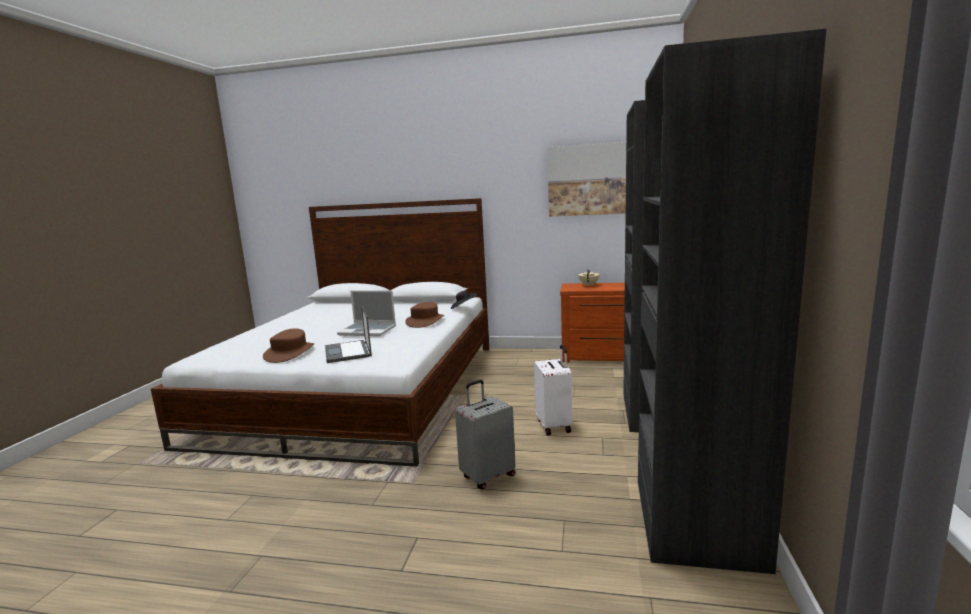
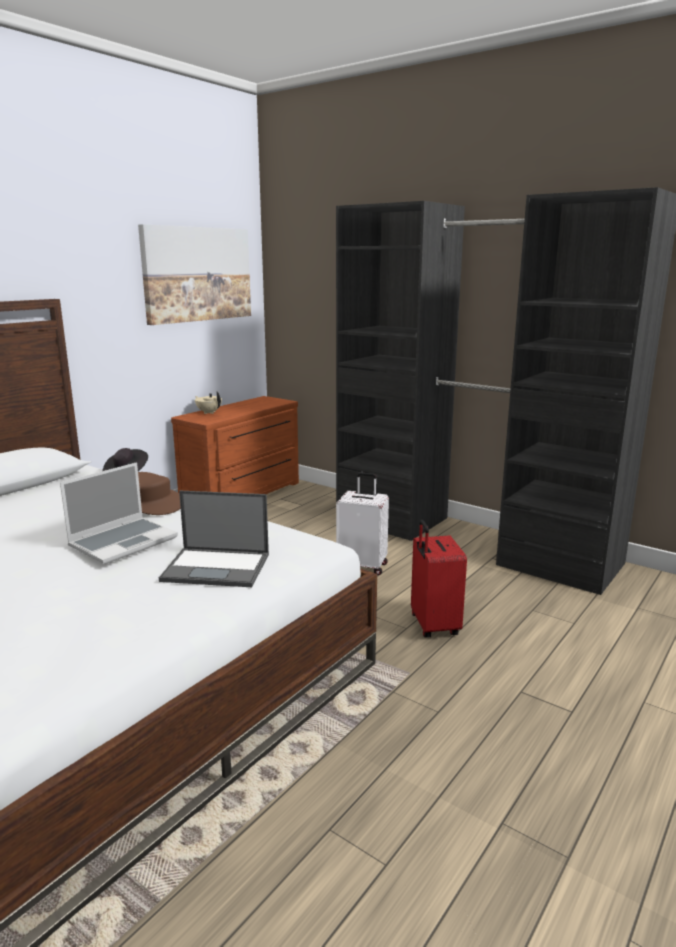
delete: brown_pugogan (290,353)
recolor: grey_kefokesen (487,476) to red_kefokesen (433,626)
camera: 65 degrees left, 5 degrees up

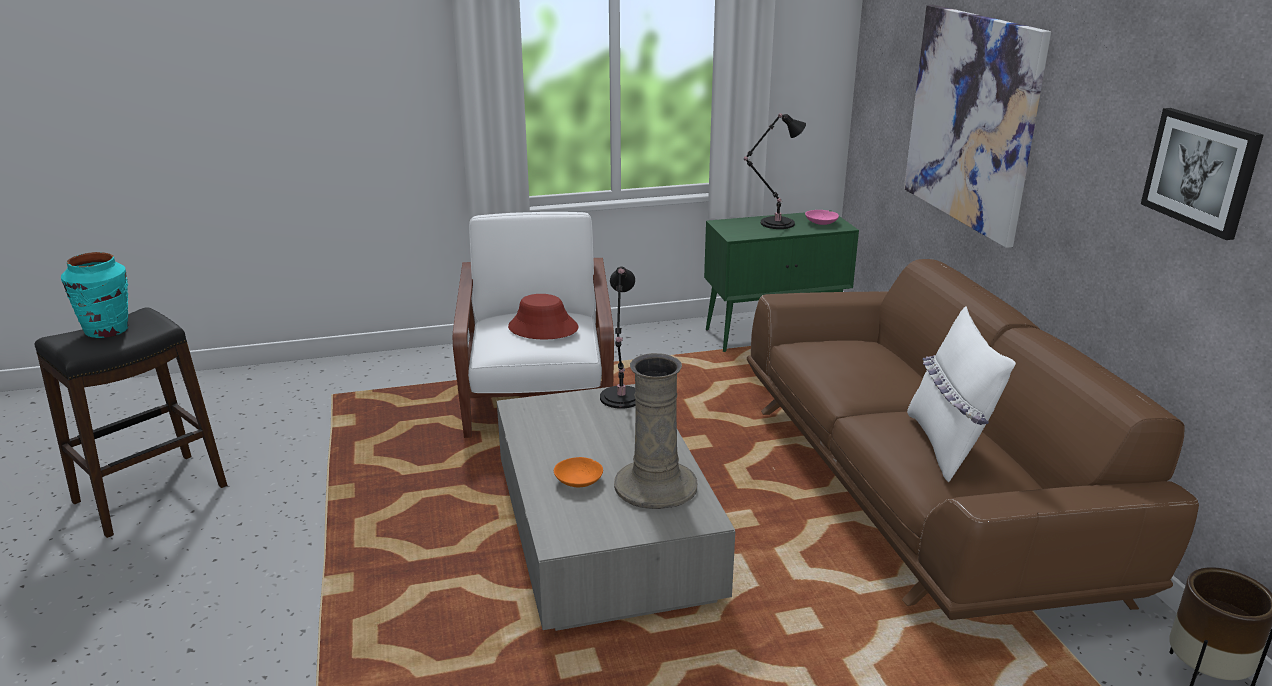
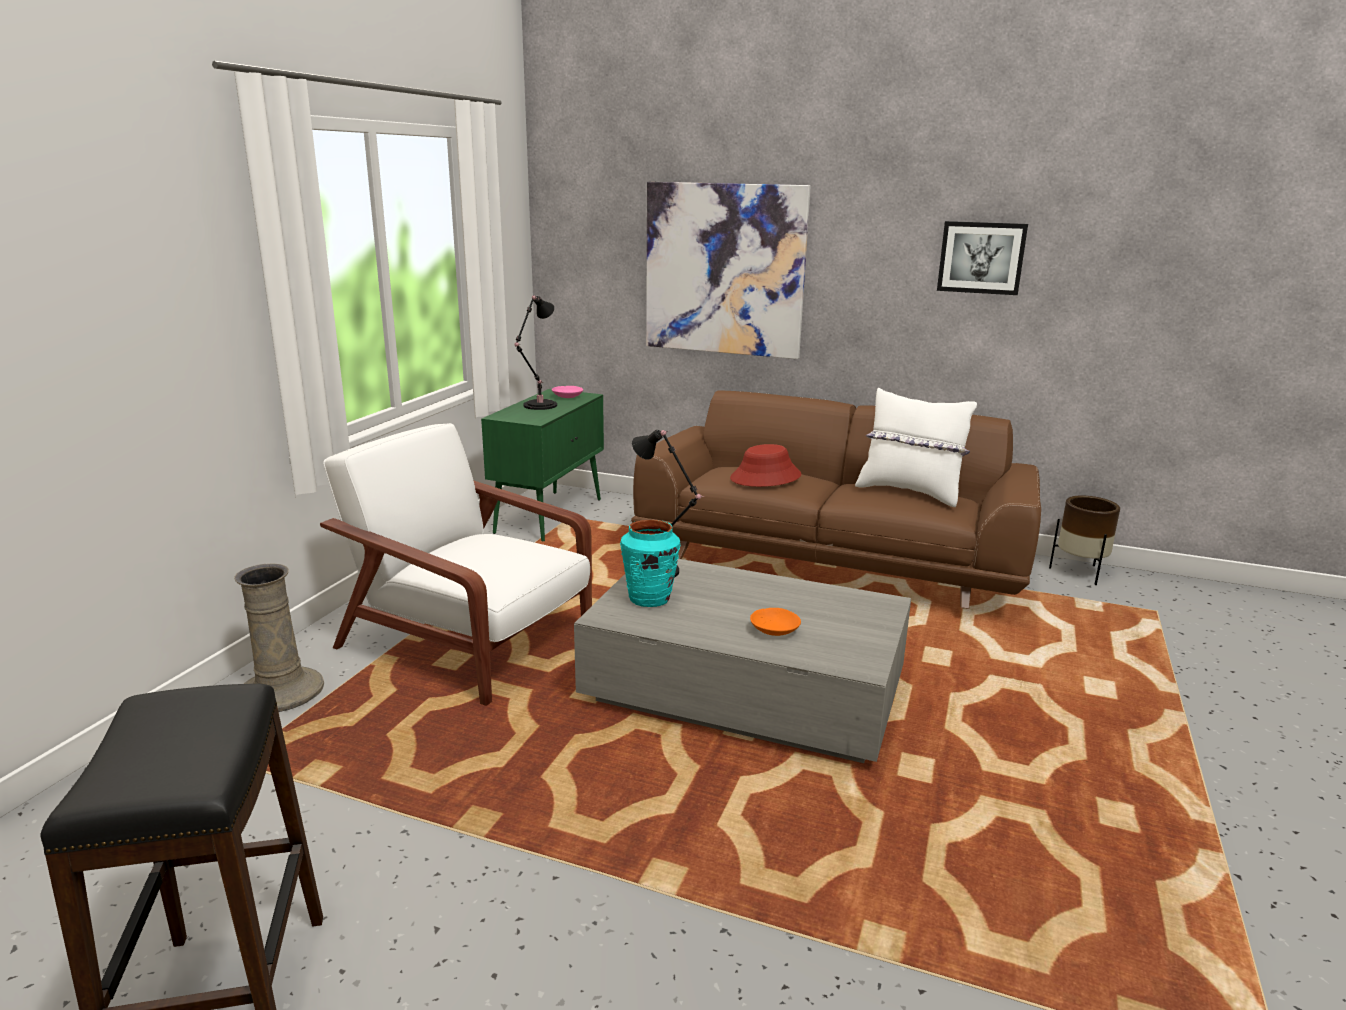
move: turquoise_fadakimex (108,330) to (649,599); red_pugogan (543,328) to (765,477); beige_fadakimex (656,485) to (281,691)
camera: 55 degrees left, 5 degrees down

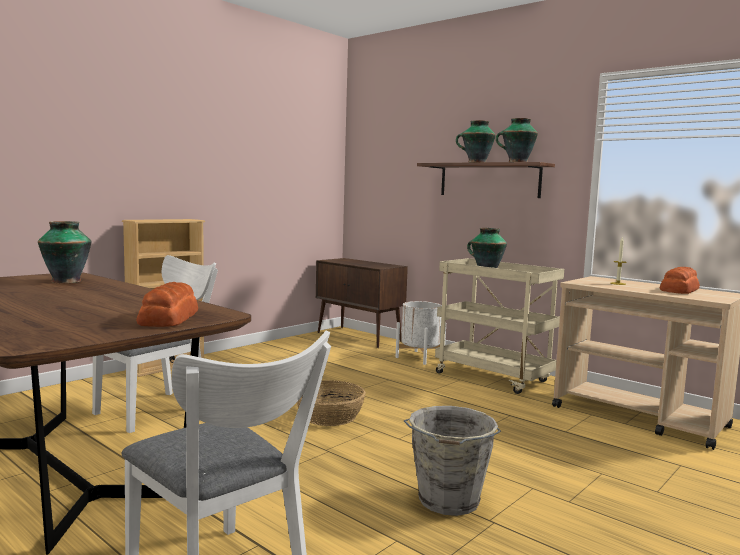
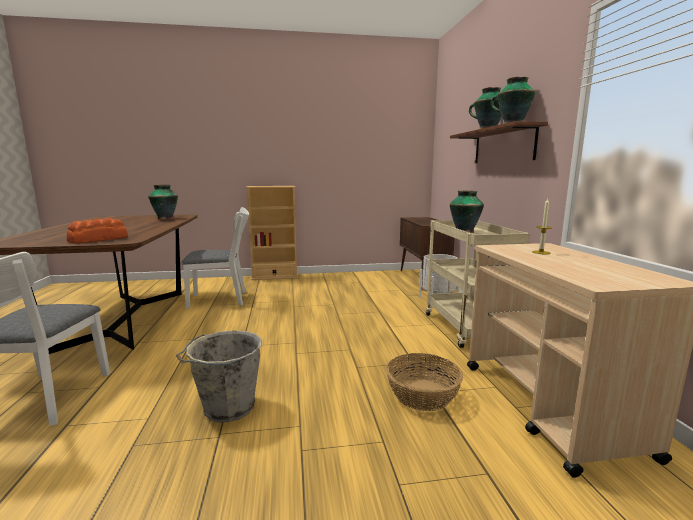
delete: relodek (679,290)
move: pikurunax (329,416) to (422,394)
camera: 40 degrees right, 5 degrees up

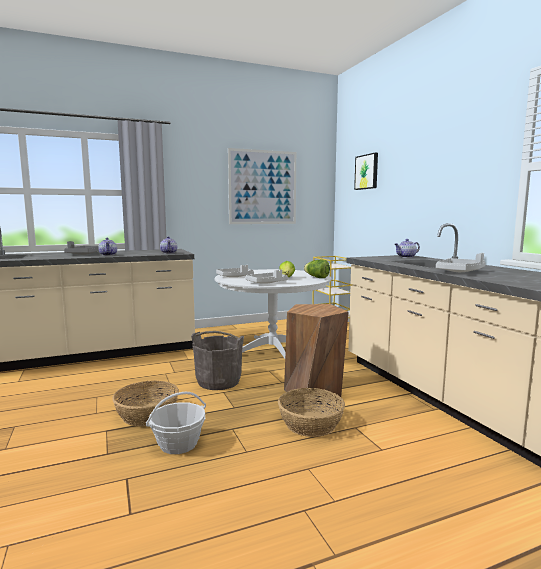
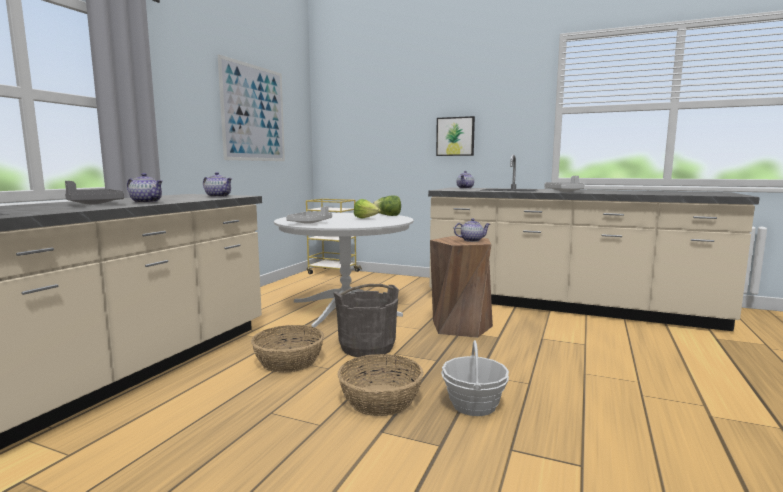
delete: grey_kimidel (266,283)
insert: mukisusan (472,240)
move: pikurunax (310,423) to (288,361); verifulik (367,172) to (455,136)
camera: 45 degrees left, 0 degrees up

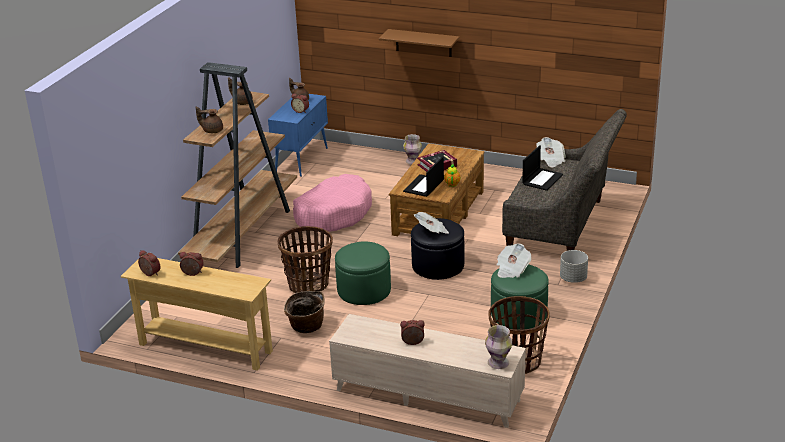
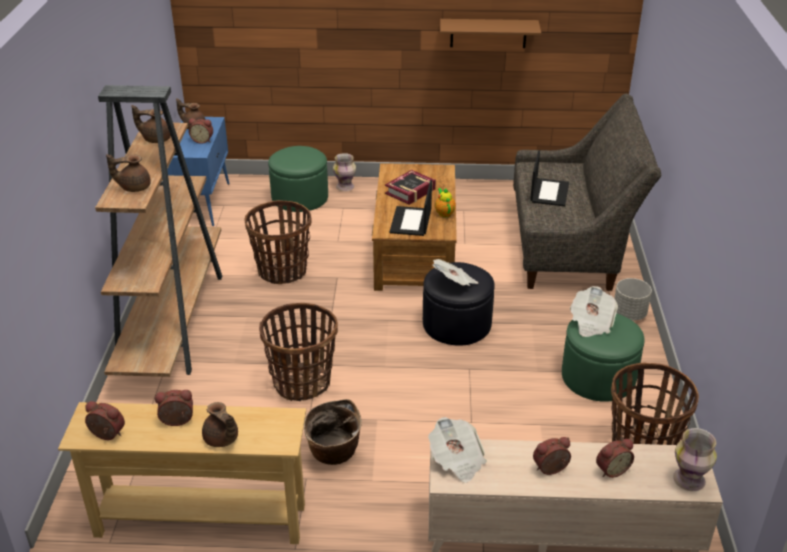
insert: brown_mukisusan (221,439); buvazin (611,469)
move: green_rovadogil (364,290) to (300,197); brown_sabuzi (423,43) to (488,33); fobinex (550,160) to (457,461)
replace: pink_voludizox (333,213) to pikurunax (282,271)
camera: 20 degrees left, 5 degrees up

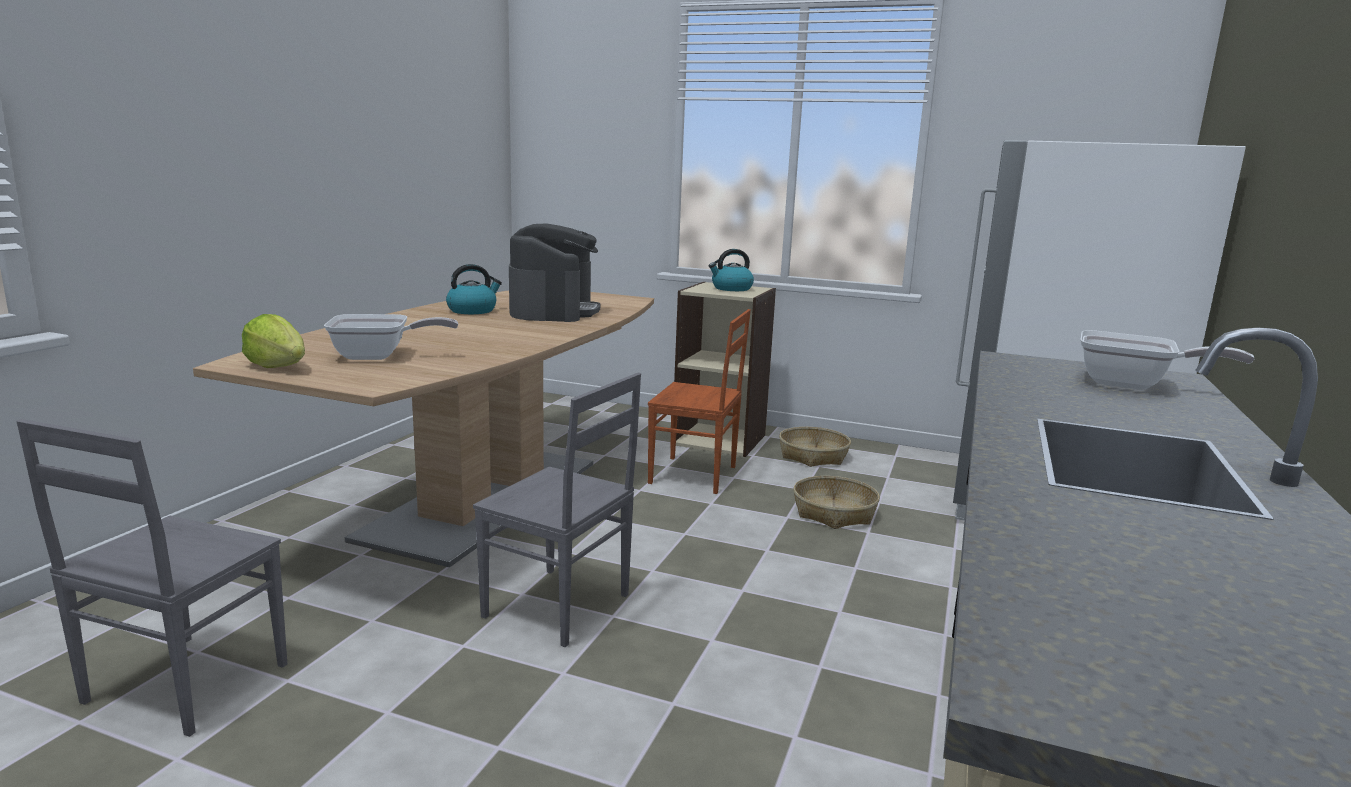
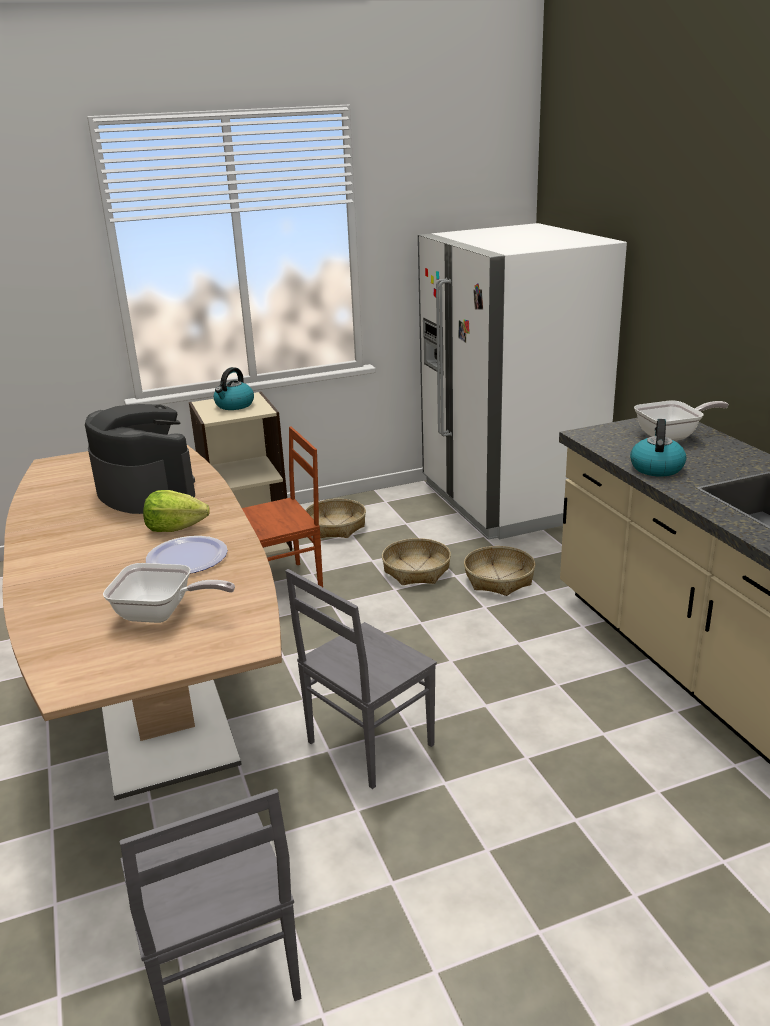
insert: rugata (187,557); pikurunax (499,579)
move: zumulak (278,367) to (175,528); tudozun (472,311) to (656,468)
rotate: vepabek (379,356) = (162,614) 60 degrees clockwise; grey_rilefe (557,607) = (367,744) 150 degrees clockwise
camera: 40 degrees left, 10 degrees up

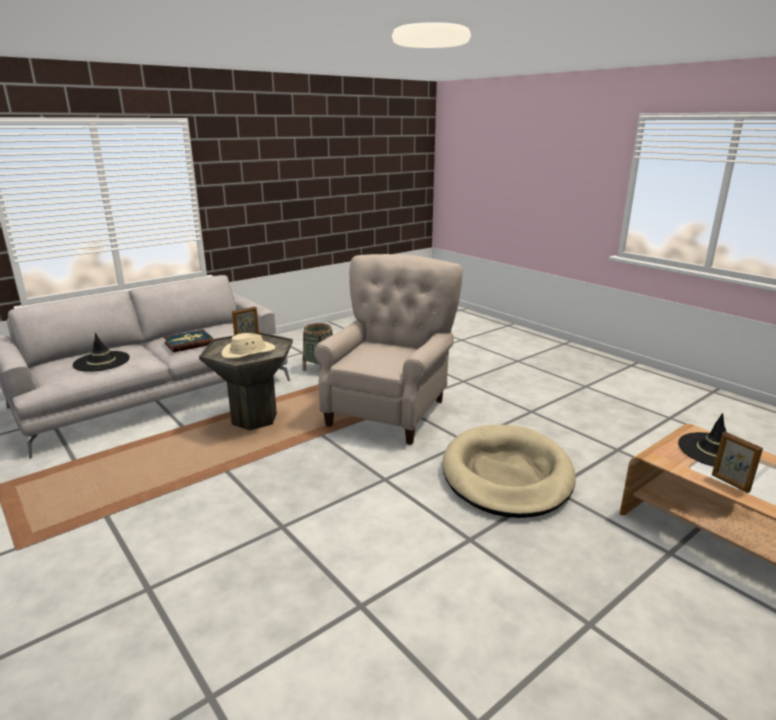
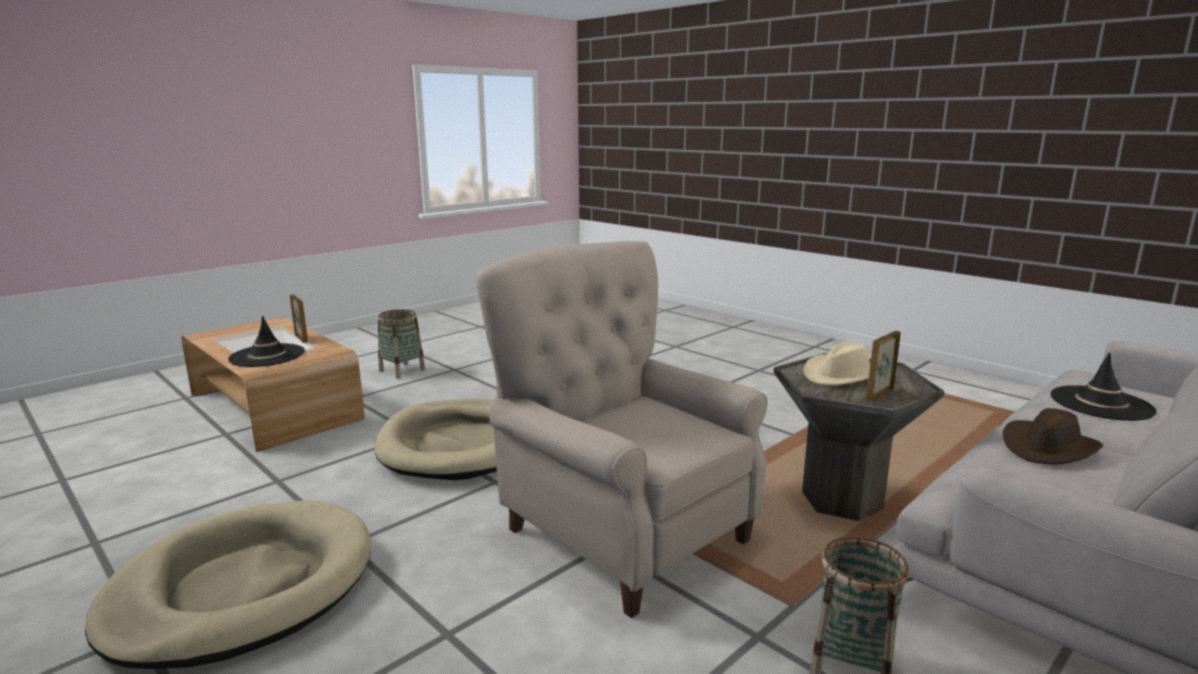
insert: beige_voludizox (242,588); pikurunax (402,370)
replace: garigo (189,343) to brown_pugogan (1049,448)
rotate: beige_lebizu (389,410) = (618,531) 120 degrees clockwise
camera: 175 degrees right, 5 degrees down

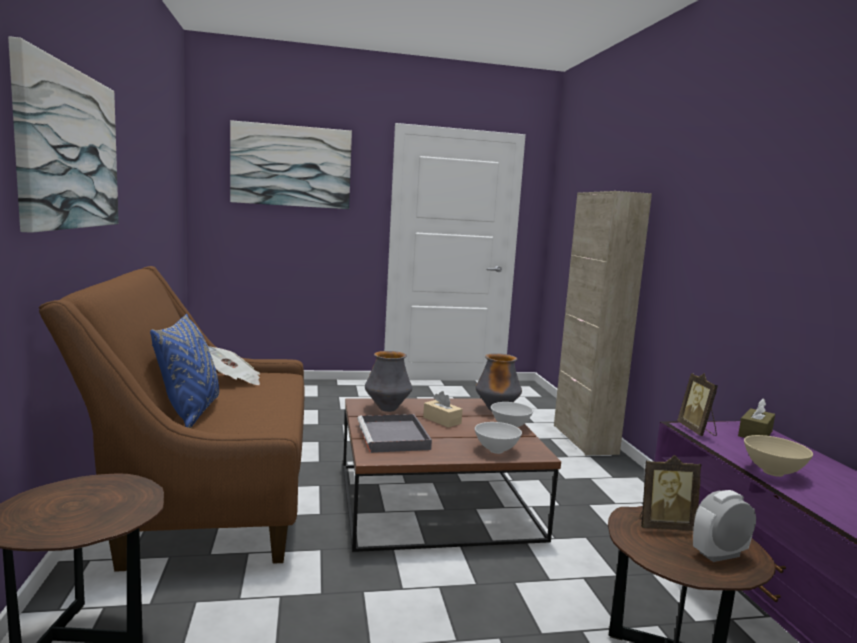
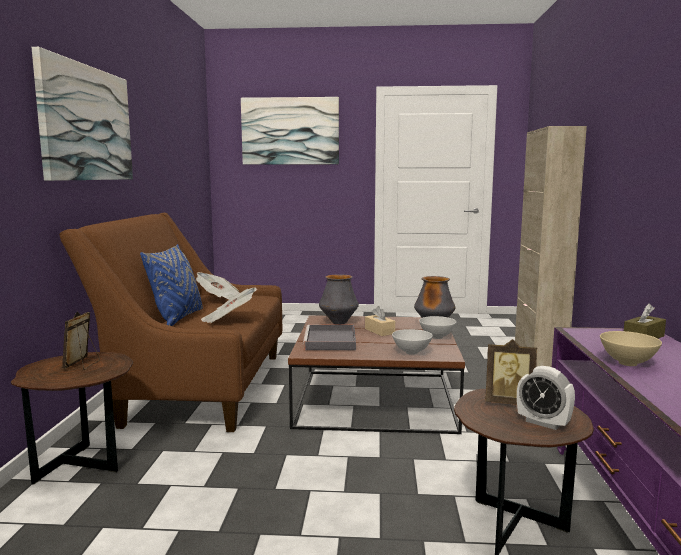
insert: fobinex (228,320)
move: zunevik (697,430) to (83,365)
rotate: buvazin (719,554) = (543,423) 135 degrees counterclockwise
camera: 15 degrees right, 0 degrees up

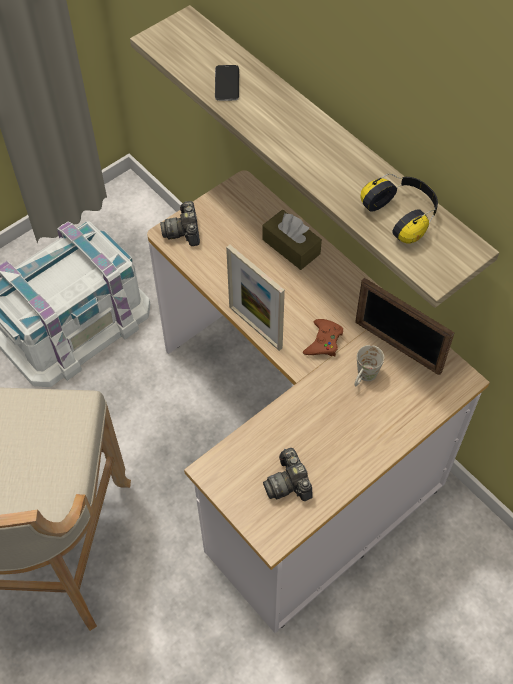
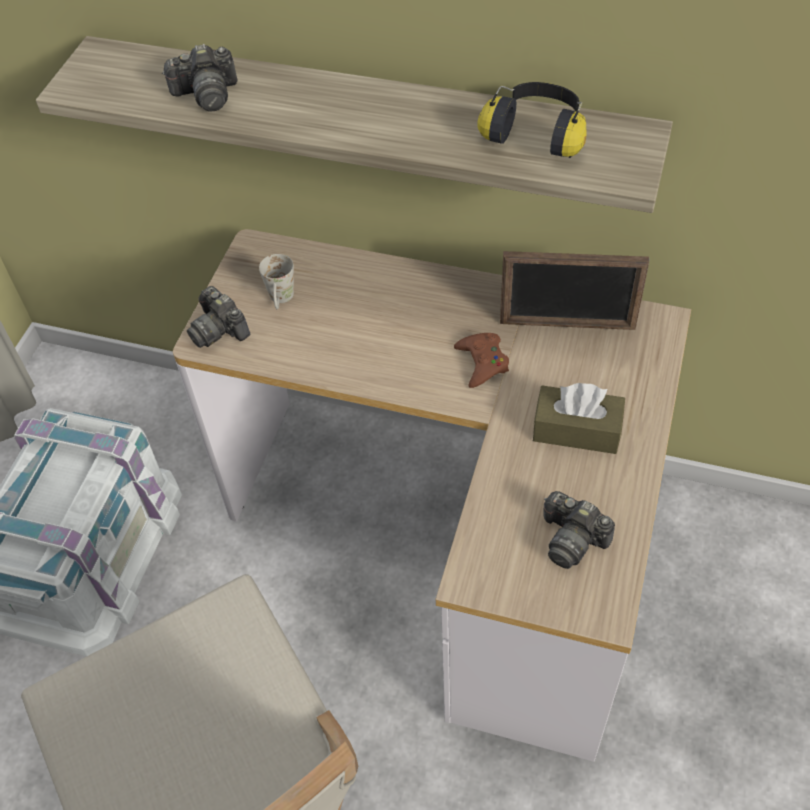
delete: zunevik (255,327)
move: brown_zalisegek (291,247) to (577,430); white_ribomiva (364,378) to (281,300)
replace: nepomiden (227,84) to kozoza (206,95)
camera: 30 degrees left, 5 degrees down

